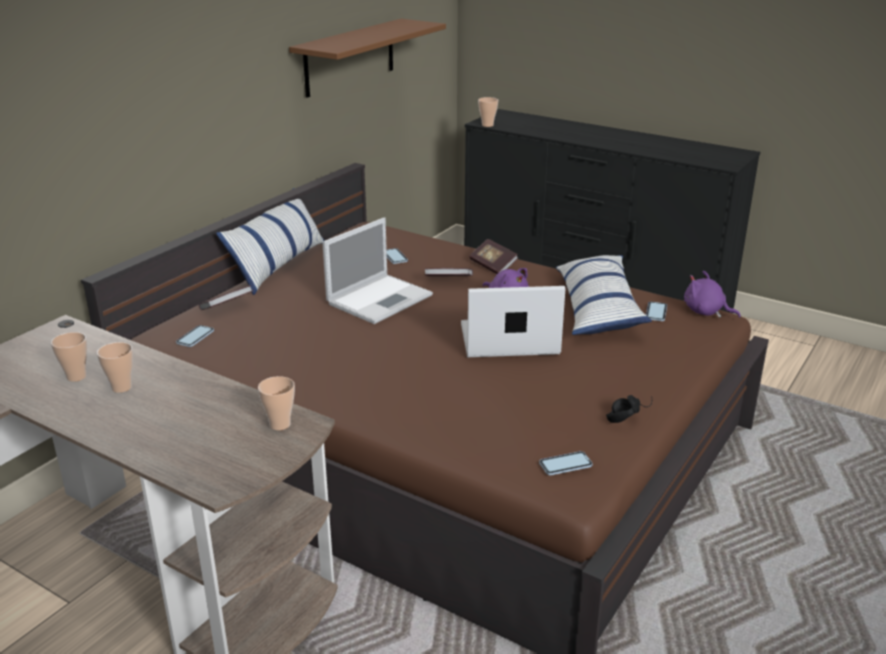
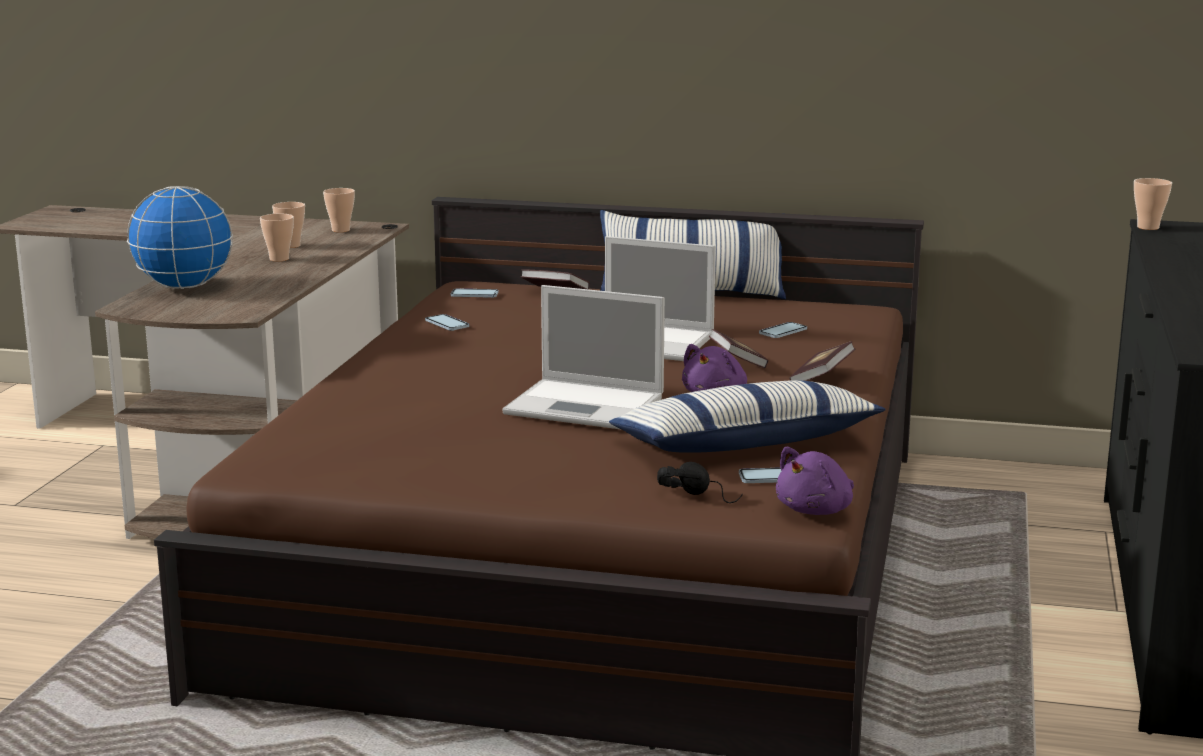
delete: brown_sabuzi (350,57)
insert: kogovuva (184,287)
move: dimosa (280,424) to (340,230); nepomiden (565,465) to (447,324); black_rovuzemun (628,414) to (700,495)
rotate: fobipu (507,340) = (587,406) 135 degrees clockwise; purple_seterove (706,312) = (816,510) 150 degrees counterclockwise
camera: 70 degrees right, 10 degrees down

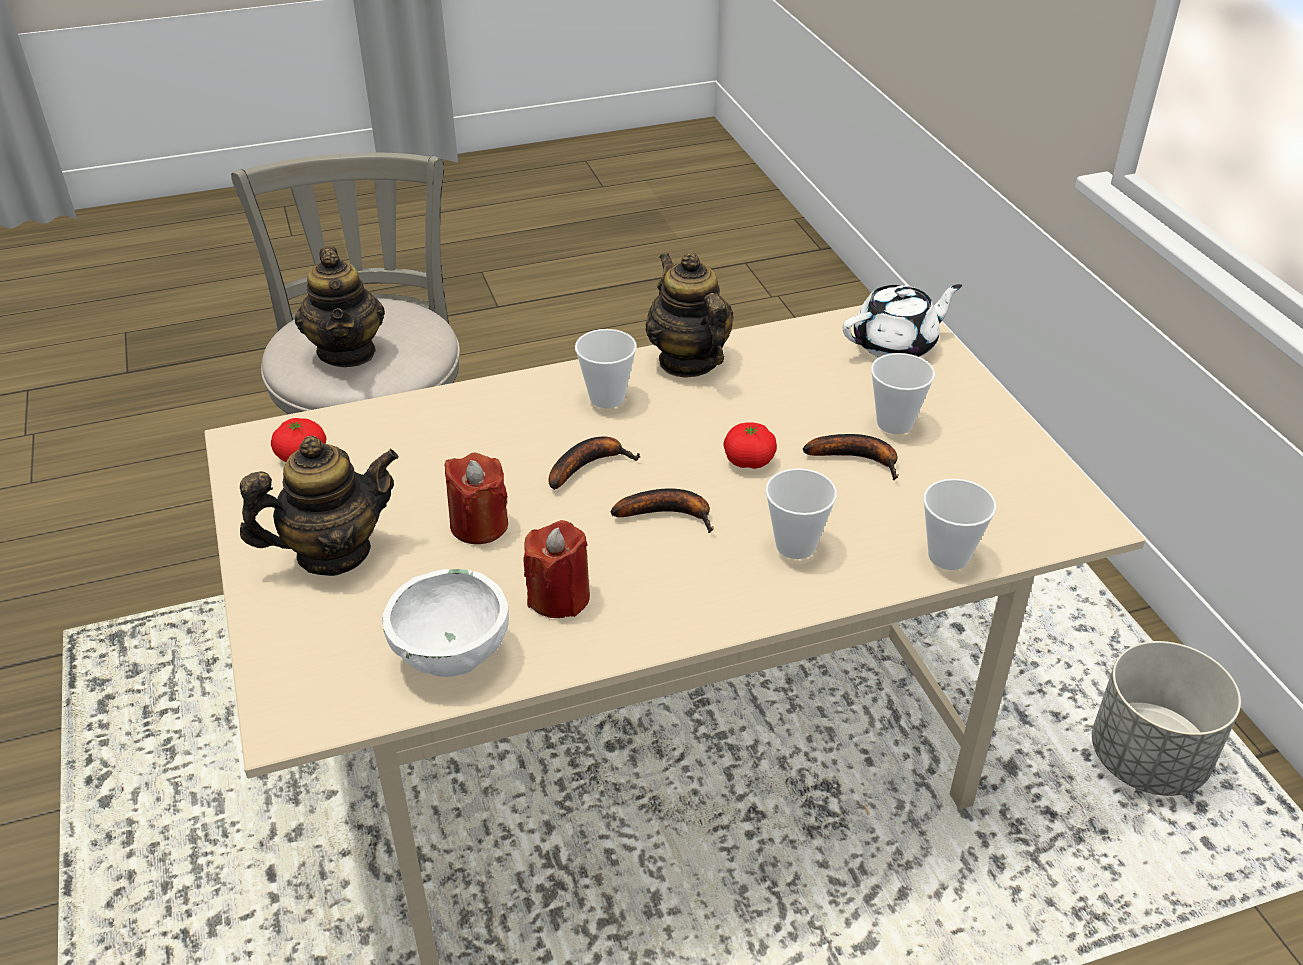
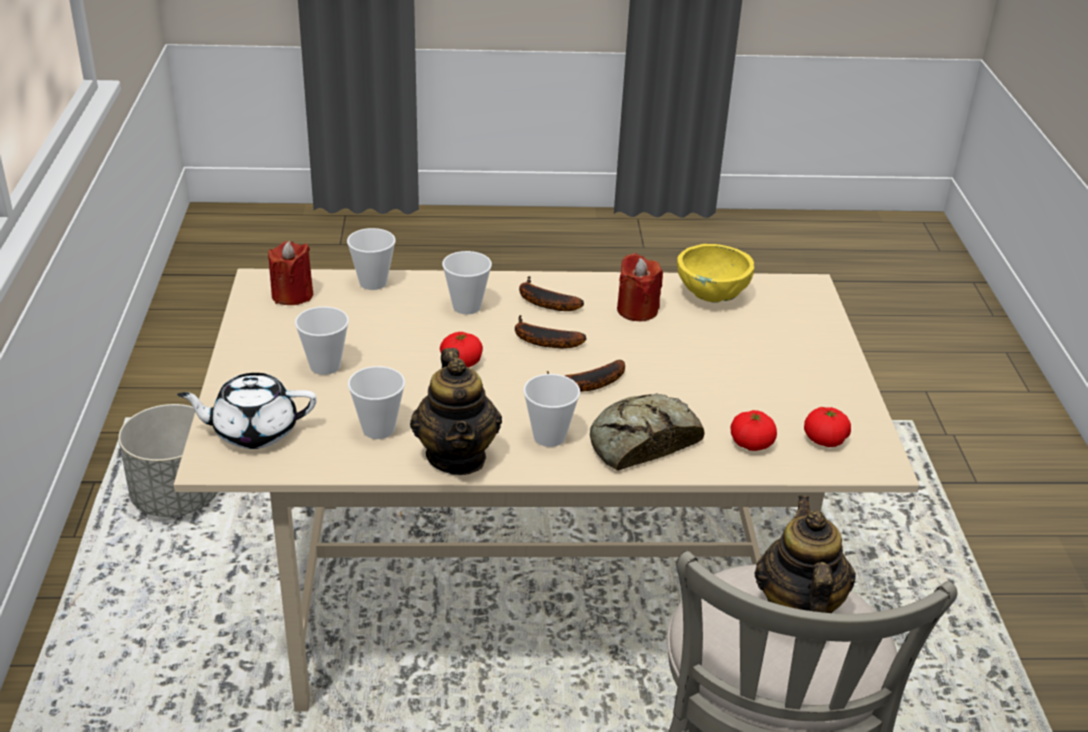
delete: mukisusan (333,553)
insert: dimosa (378,429); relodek (641,441); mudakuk (751,443)
move: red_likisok (479,525) to (292,295); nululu (858,459) to (543,302)
recolor: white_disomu (453,655) to yellow_disomu (710,296)
camera: 165 degrees left, 5 degrees down

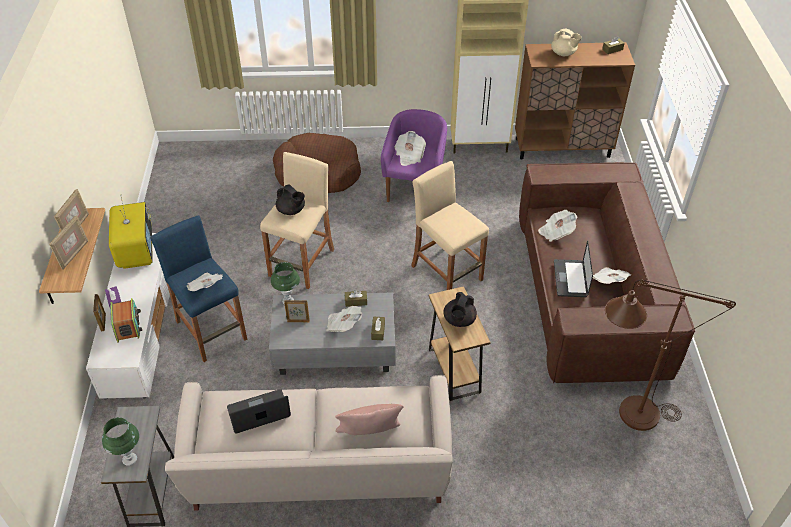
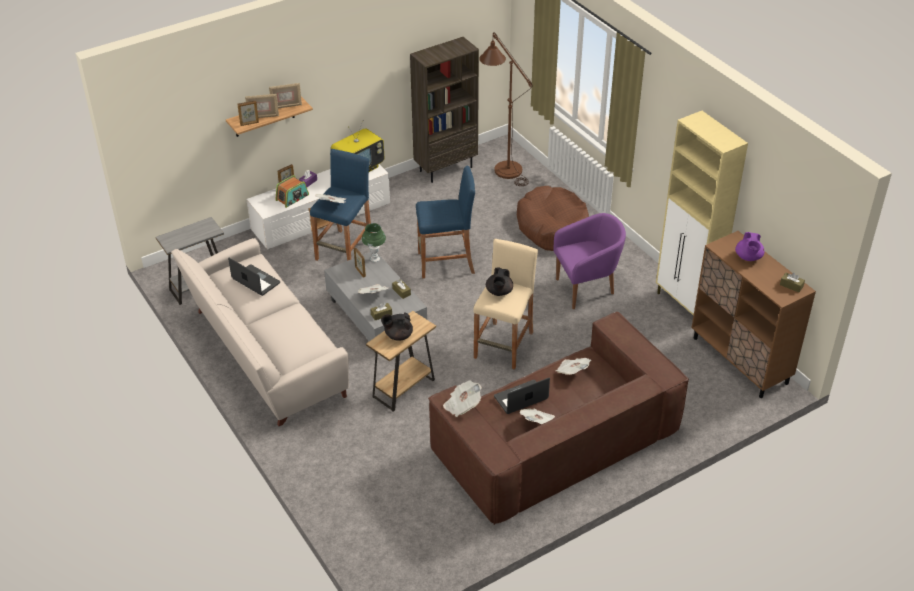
delete: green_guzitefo (129,459); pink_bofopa (369,436)
insert: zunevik (249,123); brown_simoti (446,169)
move: black_mukisusan (291,210) to (499,292); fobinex (409,156) to (462,405); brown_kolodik (627,414) to (503,166)
recolor: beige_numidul (302,263) to blue_numidul (446,263); beige_mukisusan (563,53) to purple_mukisusan (748,257)
camera: 60 degrees right, 5 degrees down

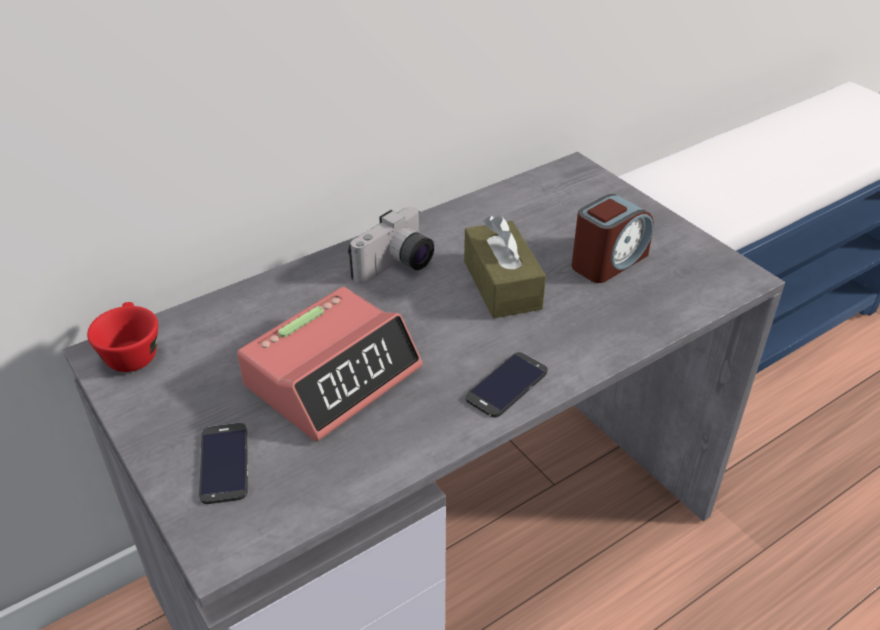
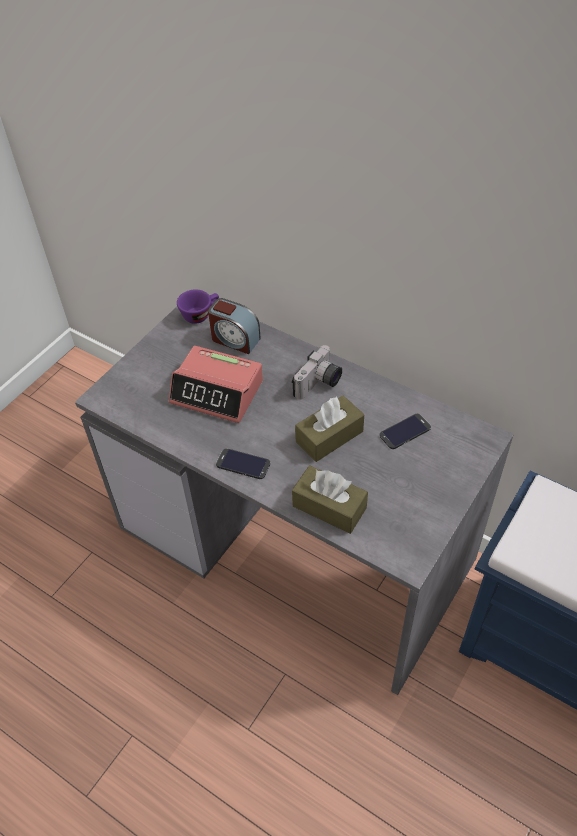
insert: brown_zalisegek (329,507)
move: nepomiden (224,463) to (405,431); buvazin (608,261) to (235,339)
recolor: red_dimosa (131,352) to purple_dimosa (200,314)
rotate: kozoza (397,267) = (319,384) 75 degrees counterclockwise
camera: 70 degrees right, 10 degrees up

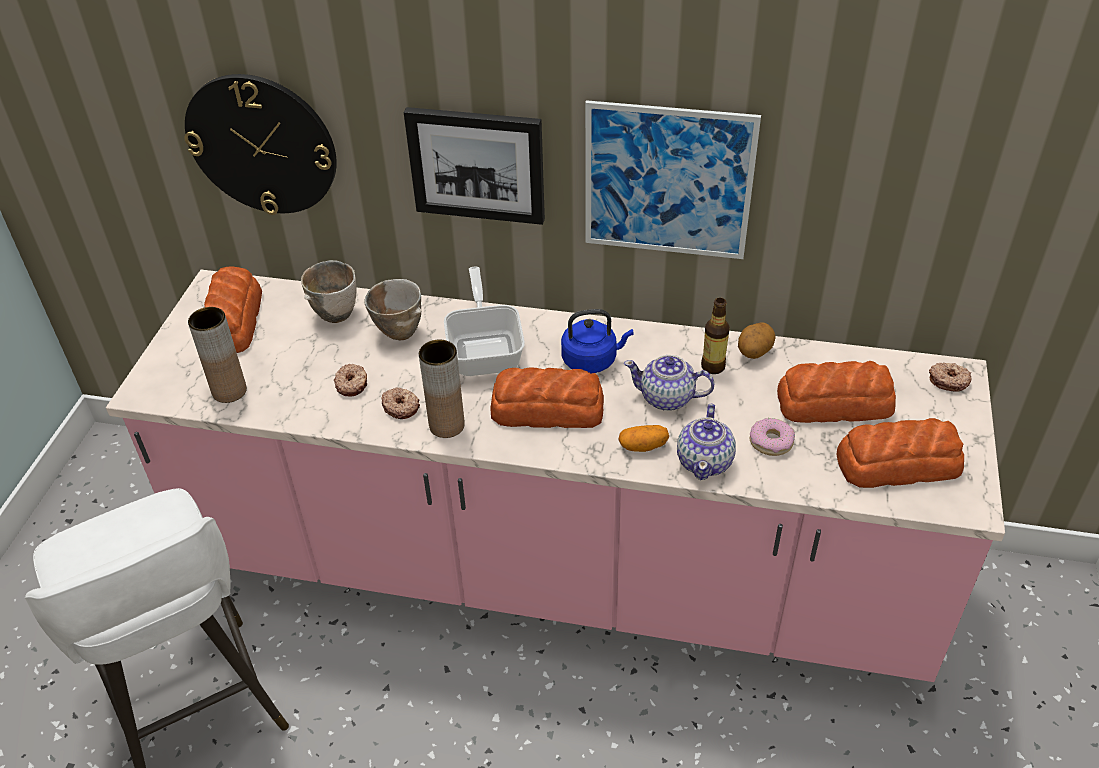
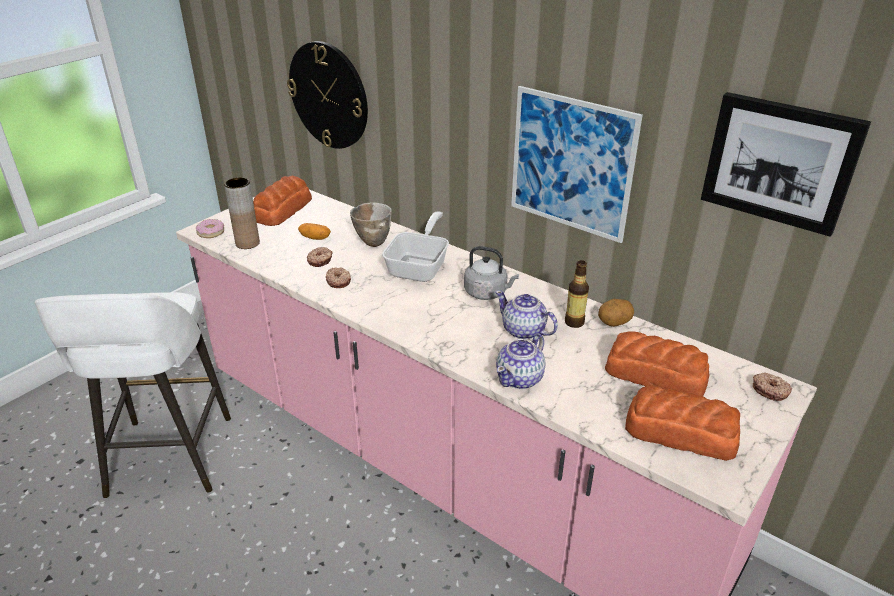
delete: disomu (338,314); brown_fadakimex (447,425); relodek (546,408)
move: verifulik (477,164) to (780,162); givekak (643,446) to (315,238); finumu (771,442) to (210,232)
recolor: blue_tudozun (592,360) to grey_tudozun (488,293)
camera: 25 degrees right, 10 degrees down

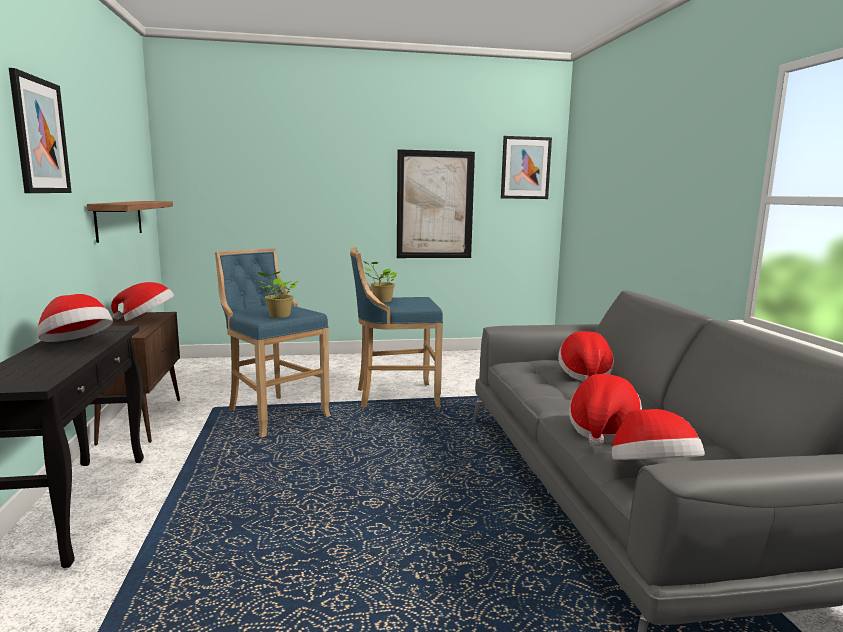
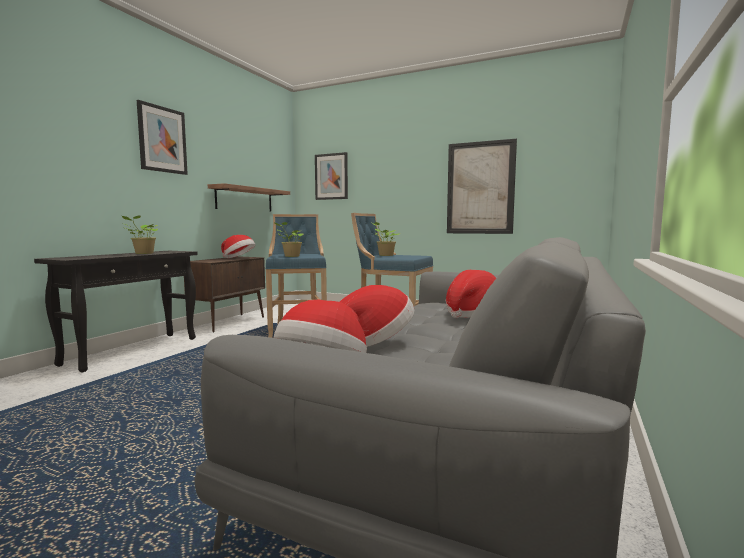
move: verifulik (525,168) to (331,176)
replace: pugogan (77,345) to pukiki (143,253)
camera: 35 degrees right, 5 degrees down

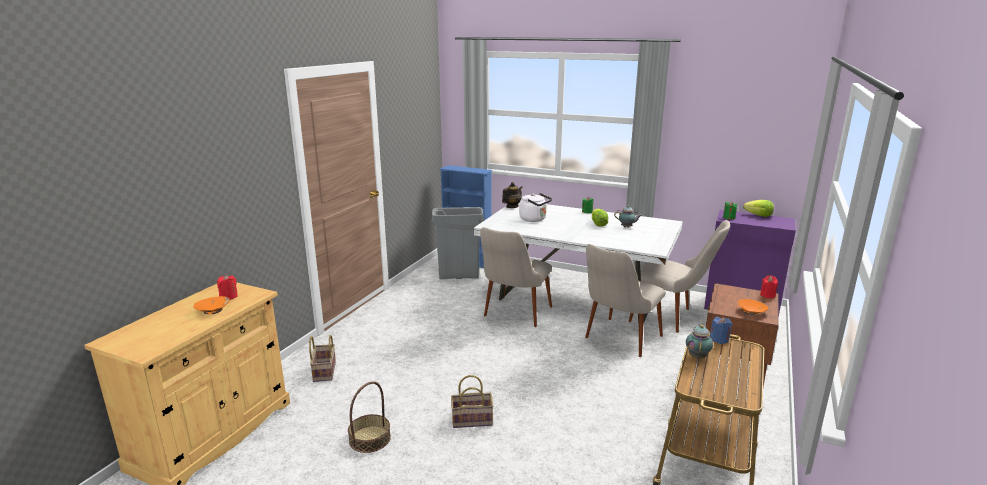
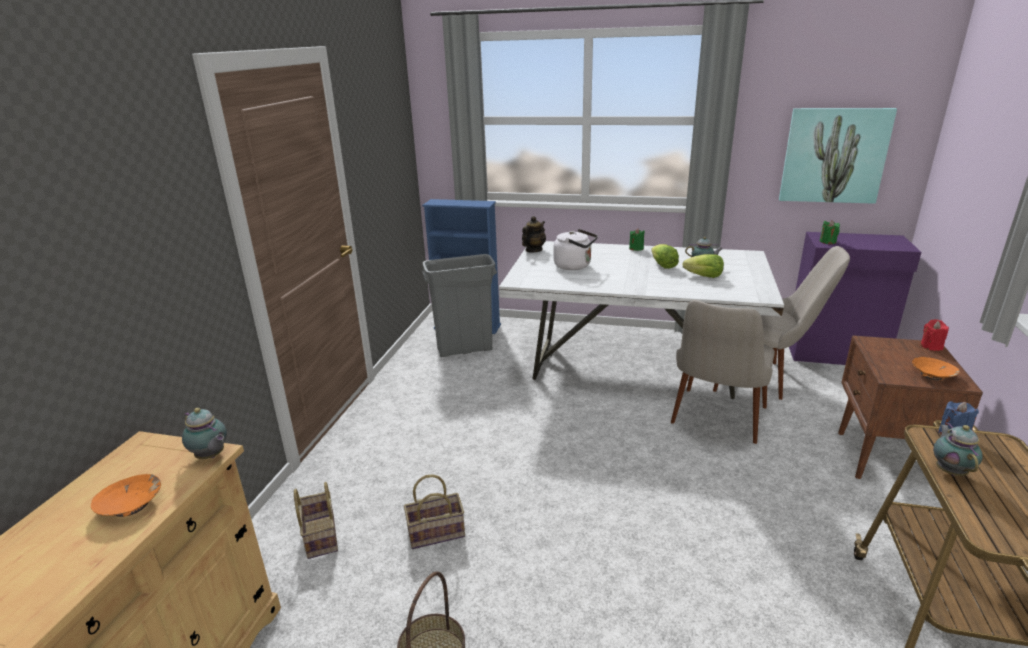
delete: red_likisok (229,296); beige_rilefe (513,316)
insert: mukisusan (211,456); verifulik (834,156)
move: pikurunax (473,419) to (437,532); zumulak (759,216) to (704,276)
camera: 10 degrees left, 5 degrees up

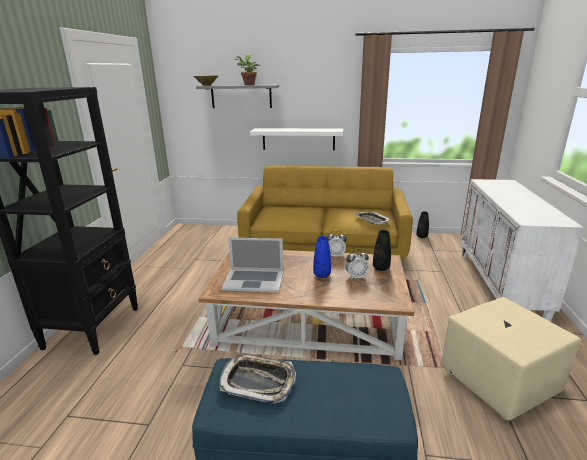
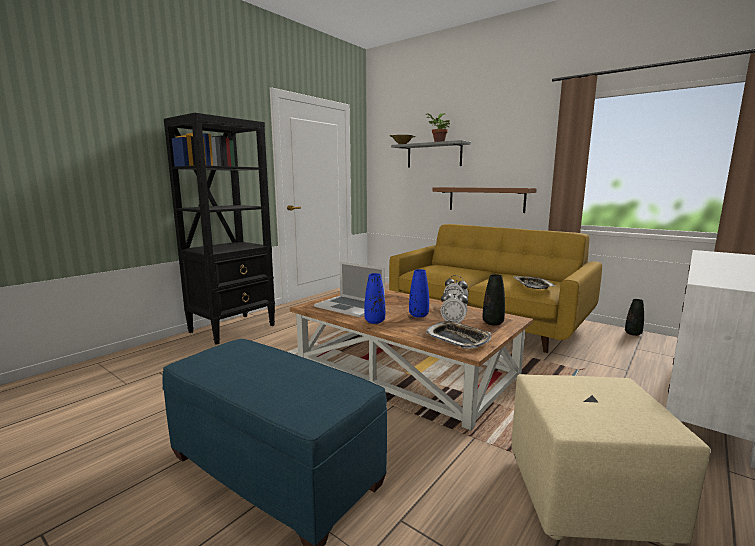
insert: blue_fadakimex (374,321)
move: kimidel (258,381) to (458,339)
recolor: white_sabuzi (298,139) to brown_sabuzi (486,199)
camera: 30 degrees right, 10 degrees down

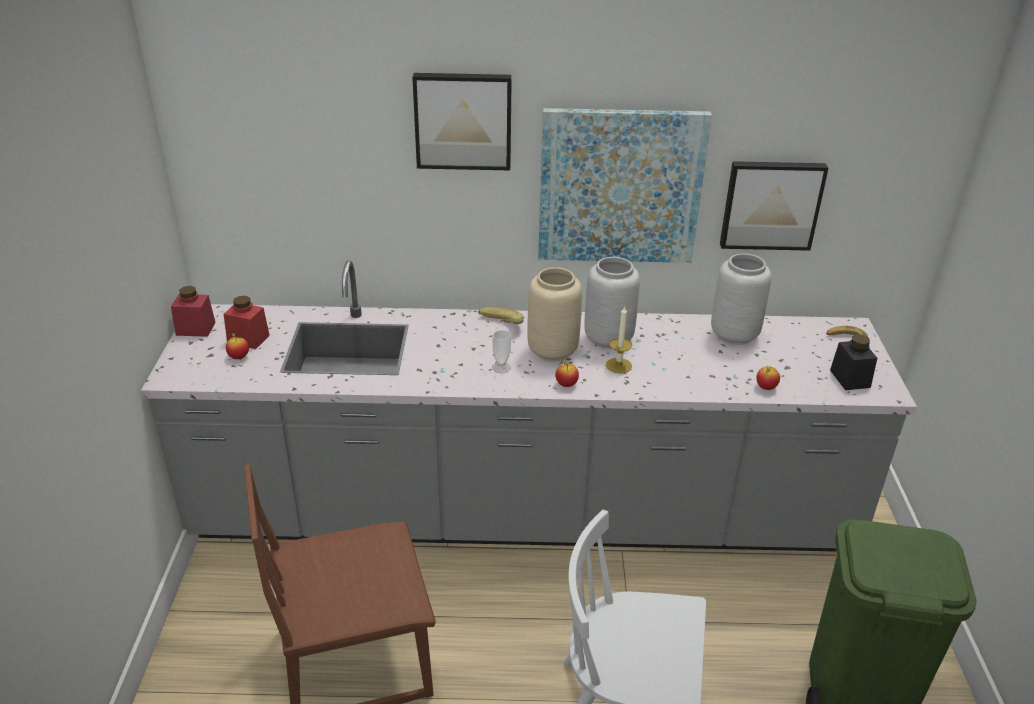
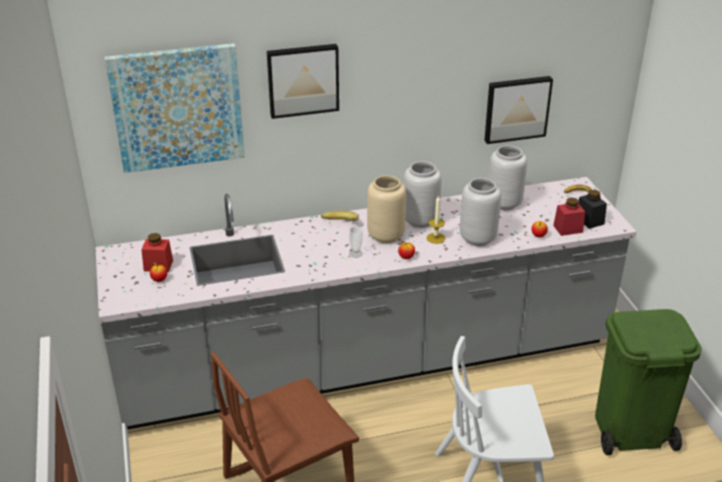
insert: grey_fadakimex (478,239)
move: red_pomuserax (195,329) to (568,229); verifulik (620,186) to (177,107)
camera: 15 degrees left, 0 degrees up

